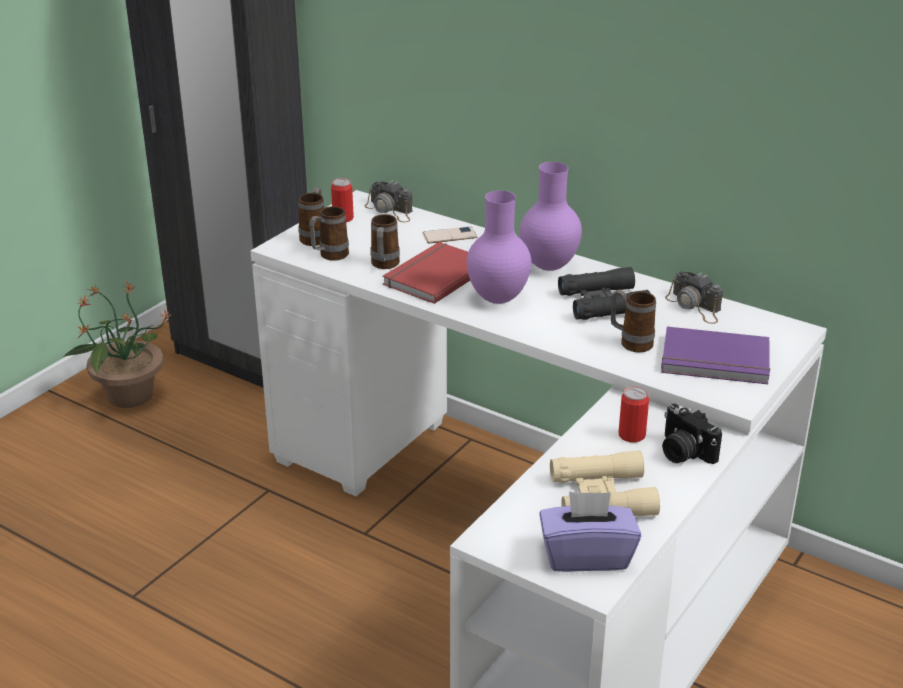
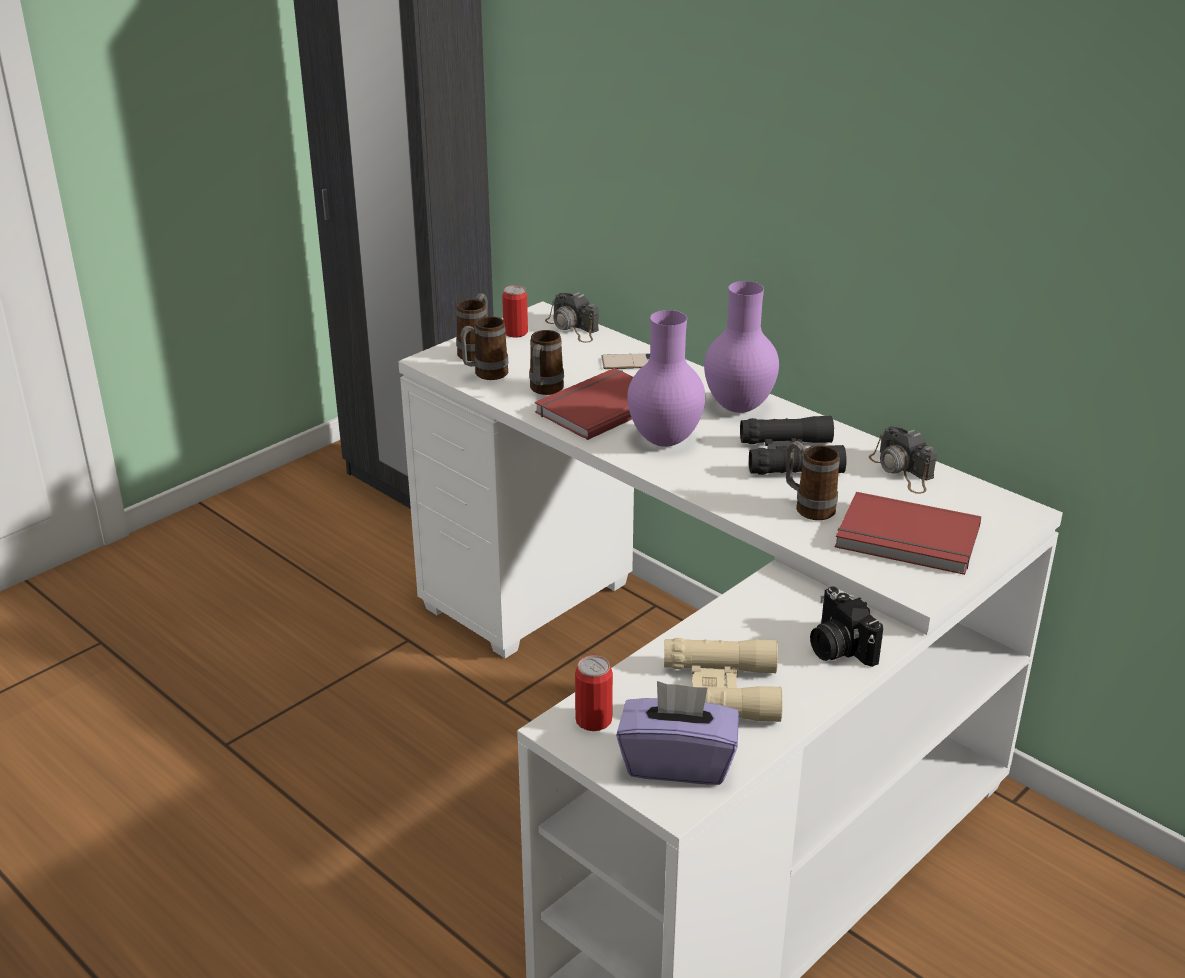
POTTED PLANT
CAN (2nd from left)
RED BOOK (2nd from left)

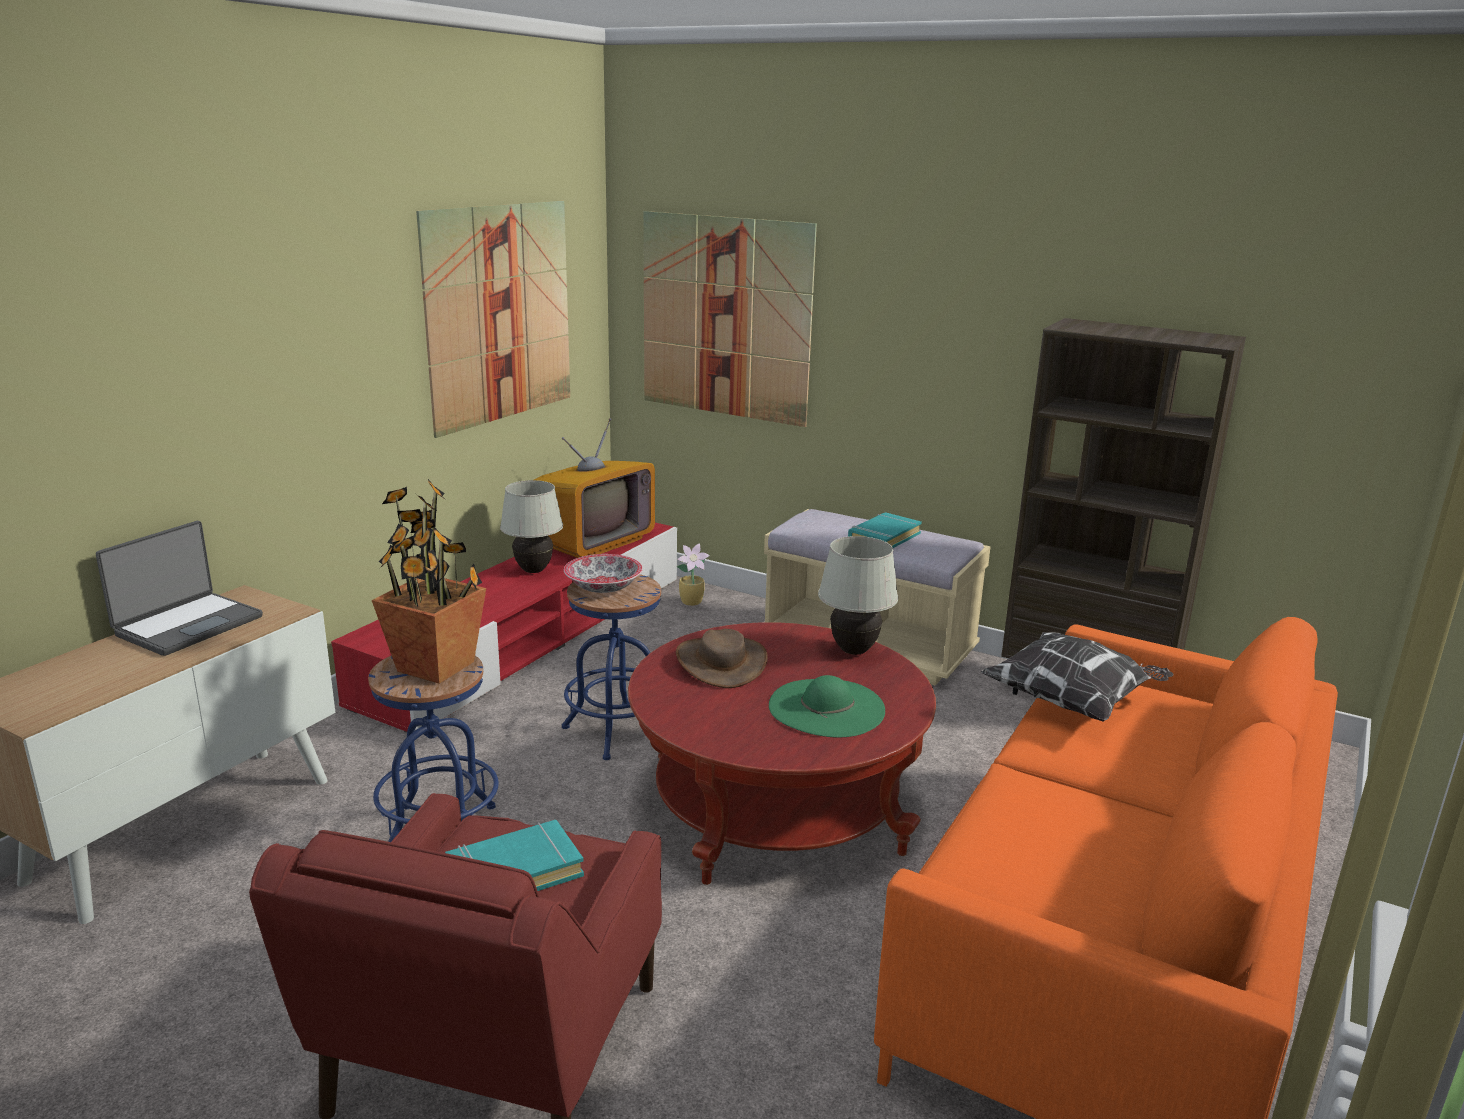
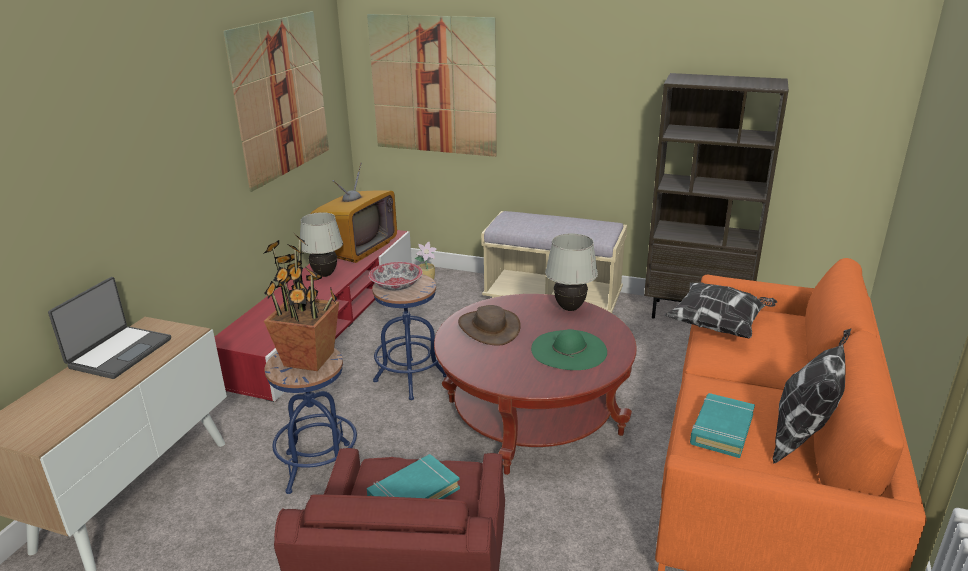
PILLOW (2nd from left)
TURQUOISE BOOK (2nd from left)

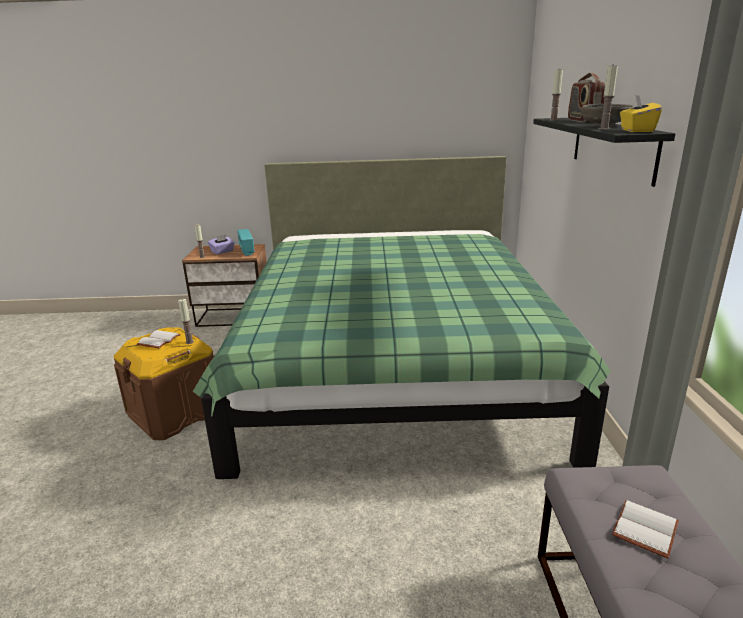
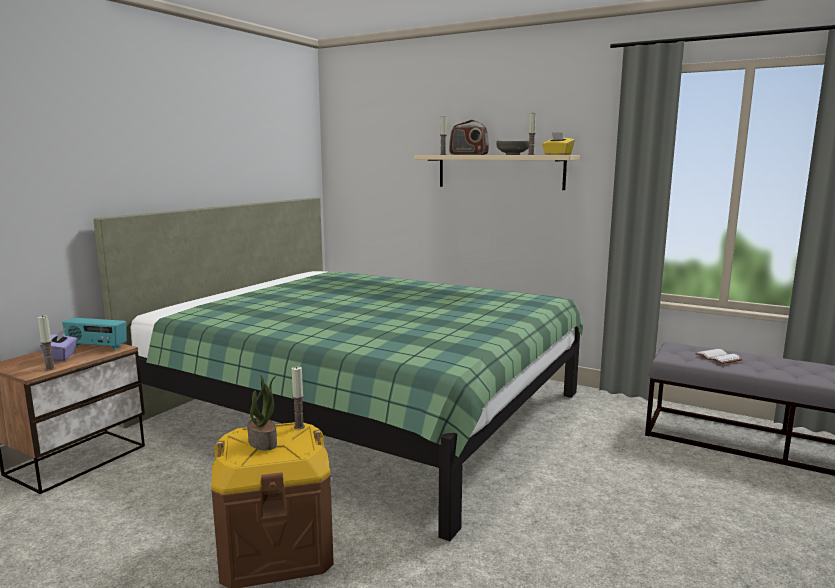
POTTED PLANT
BEIGE SHELF

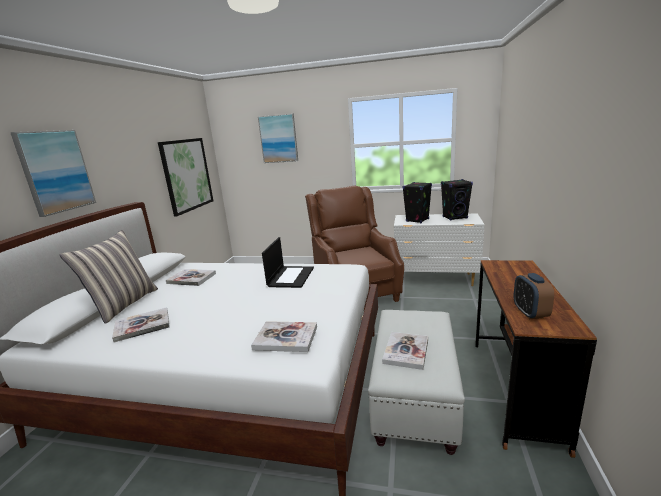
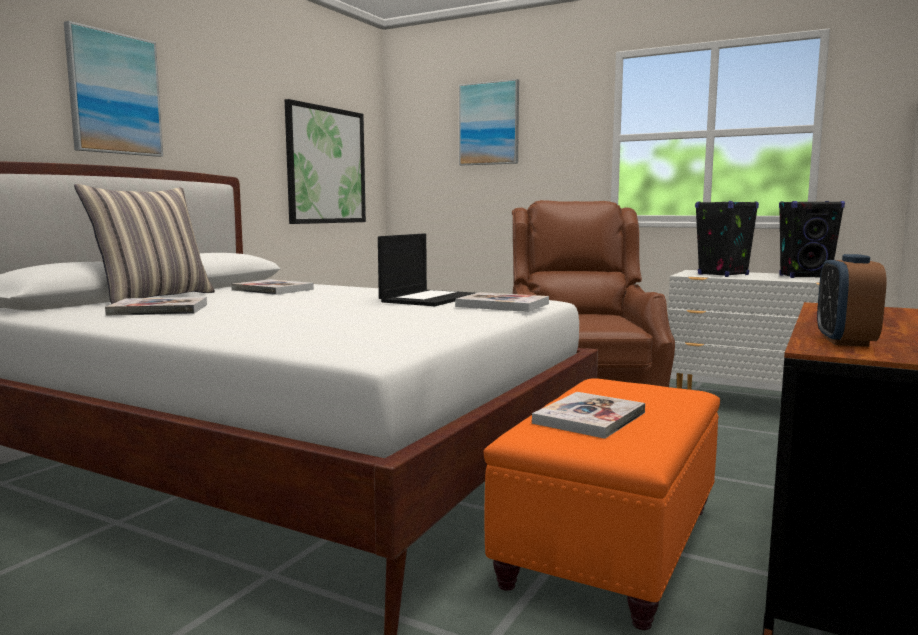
BOOK (3rd from left)
ORANGE OTTOMAN

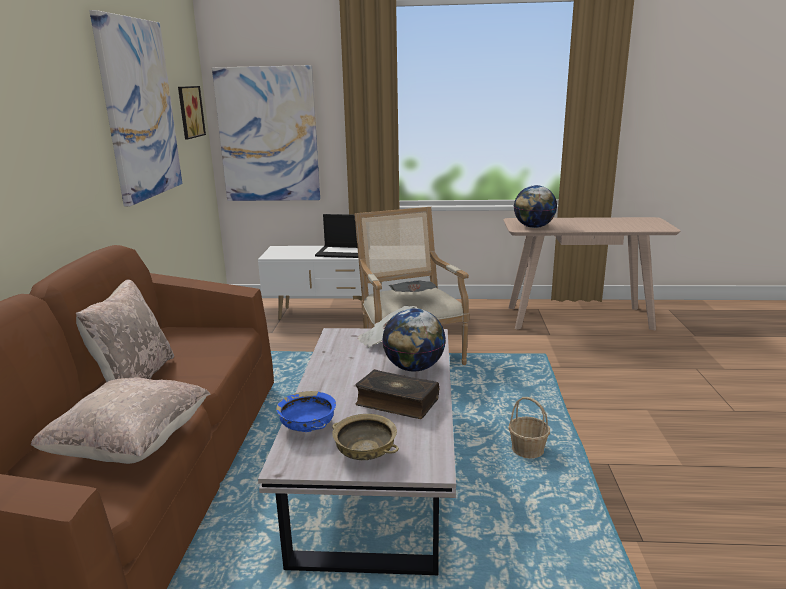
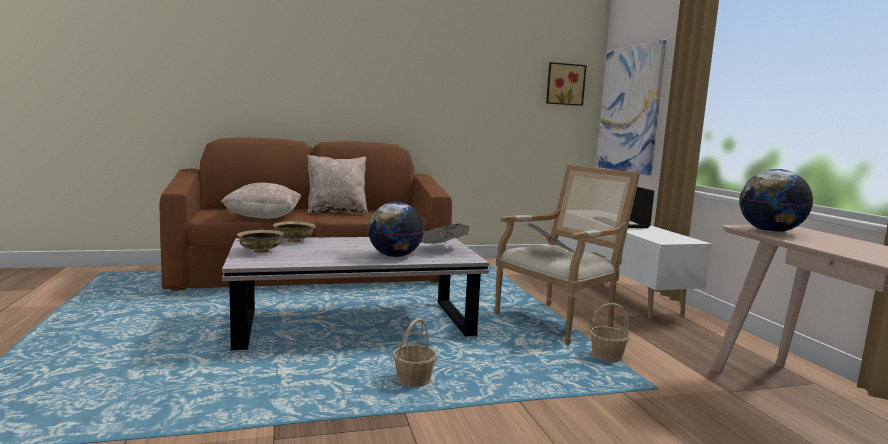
PICTURE (1st from left in the first image)
BOOK
BASKET (2nd from left)
BEIGE BOWL (2nd from left)

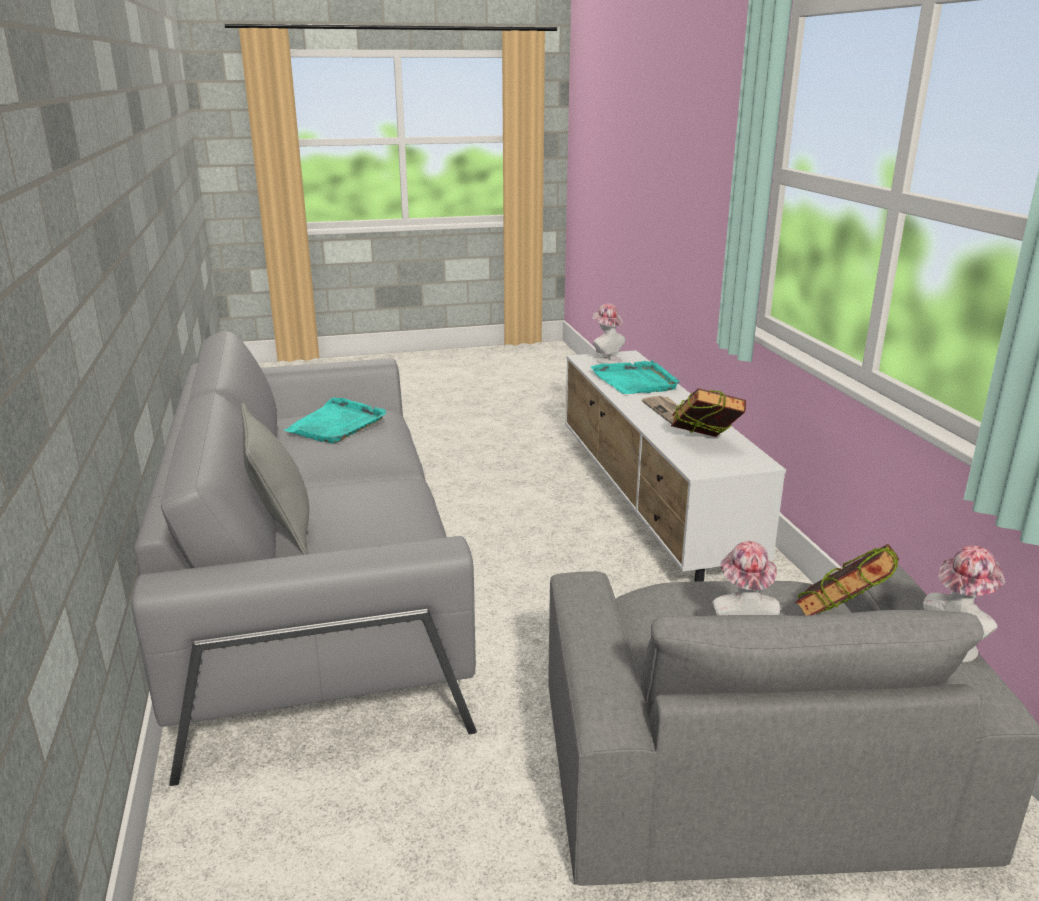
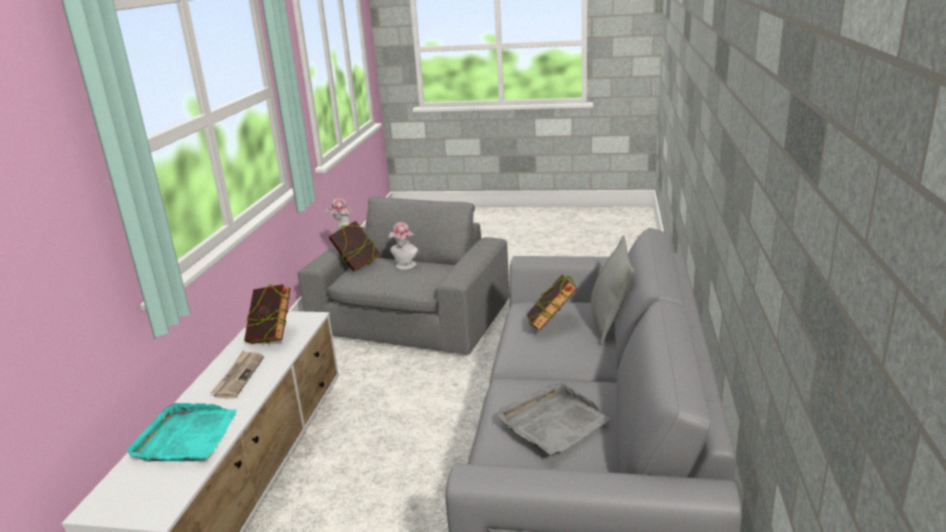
HAT (1st from left in the first image)
BOOK (3rd from left)
GREY TRAY

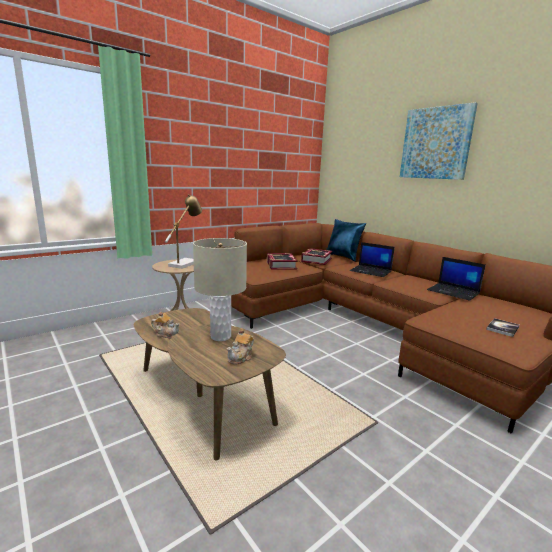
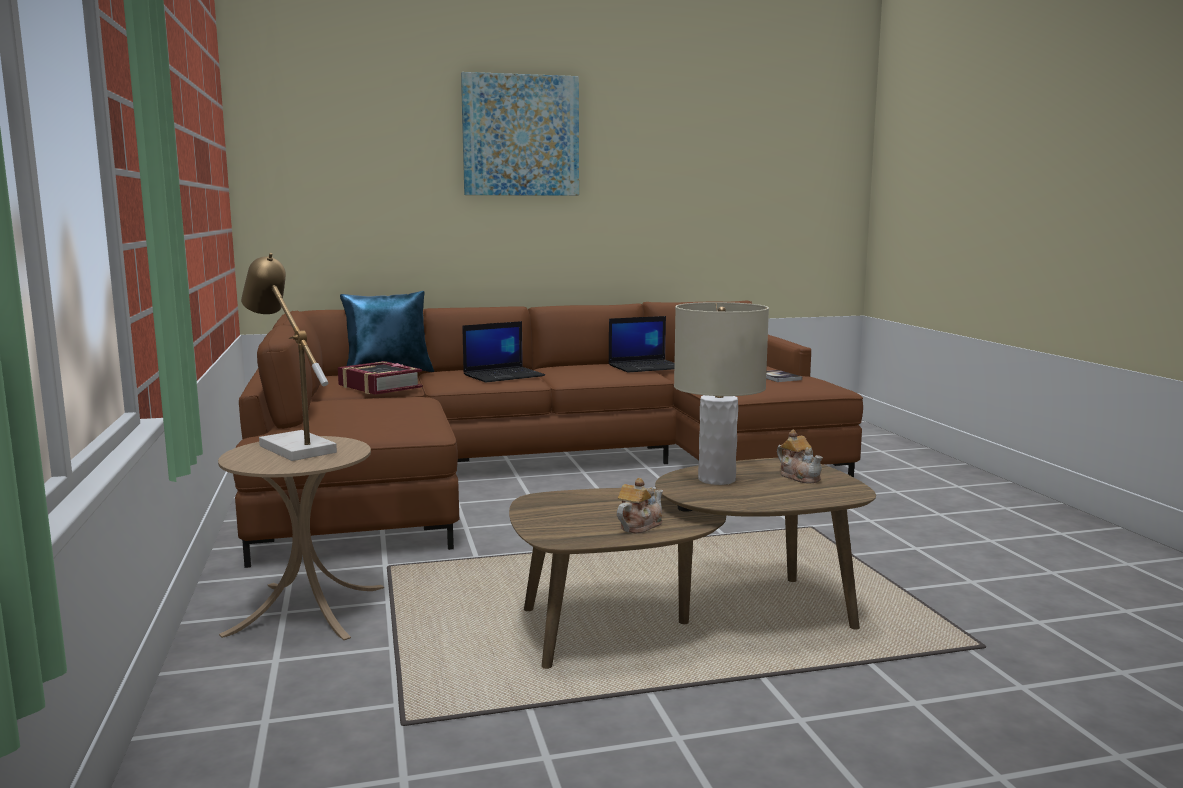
BOOK (1st from left in the first image)

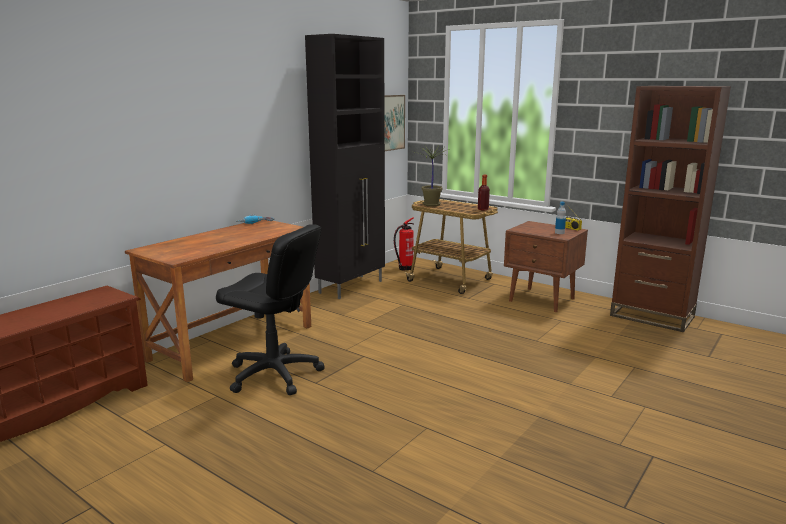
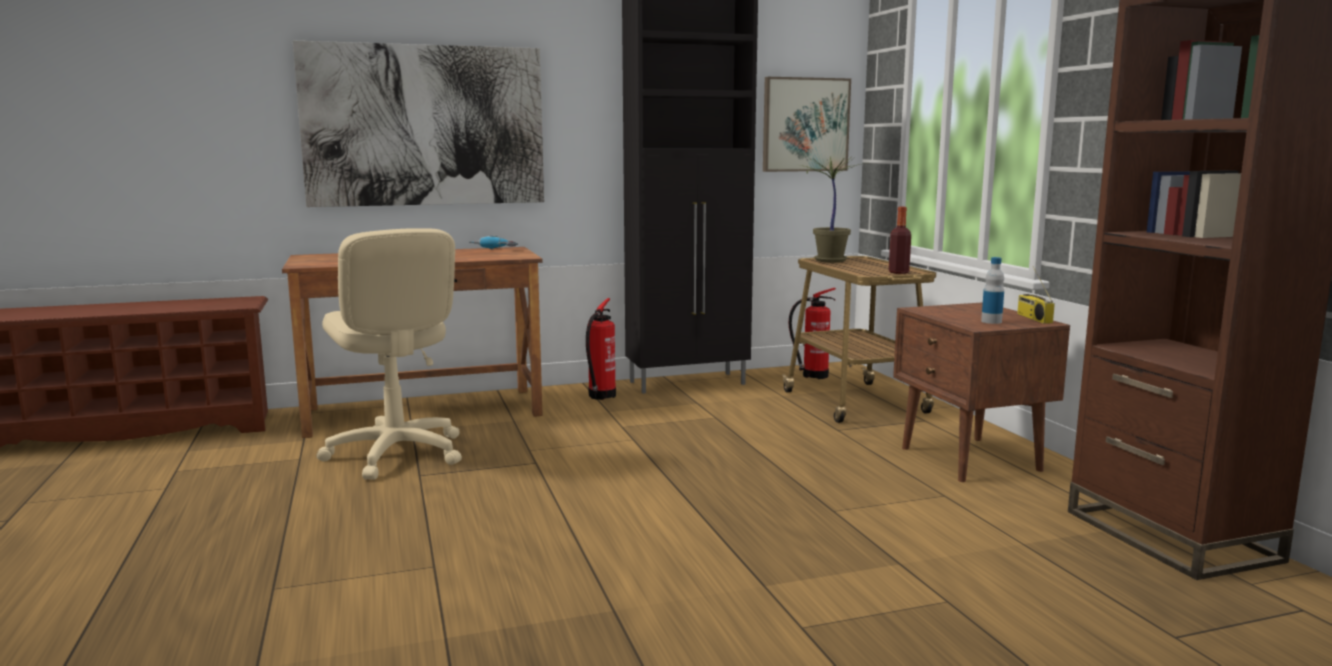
PICTURE (1st from left)
FIRE EXTINGUISHER (1st from left)
BEIGE OFFICE CHAIR

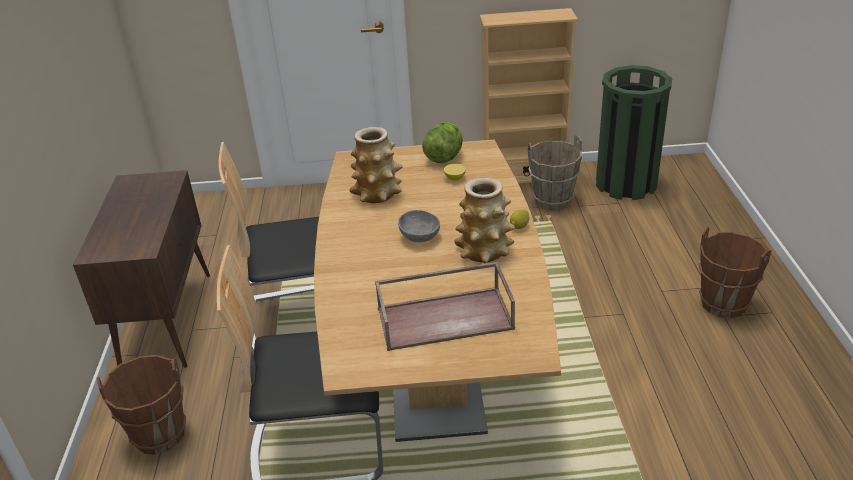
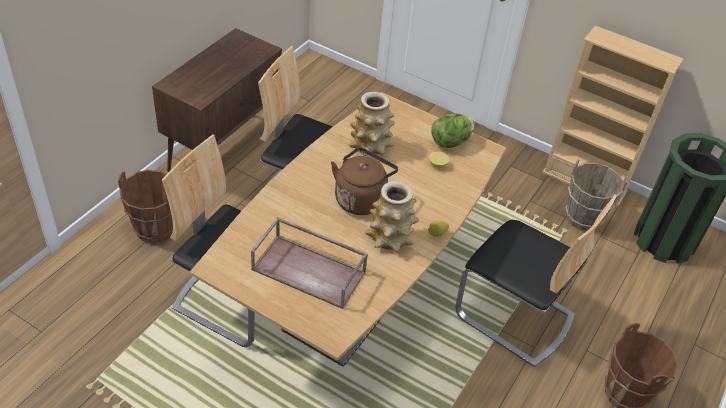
CHAIR (3rd from left)
BROWN KETTLE

